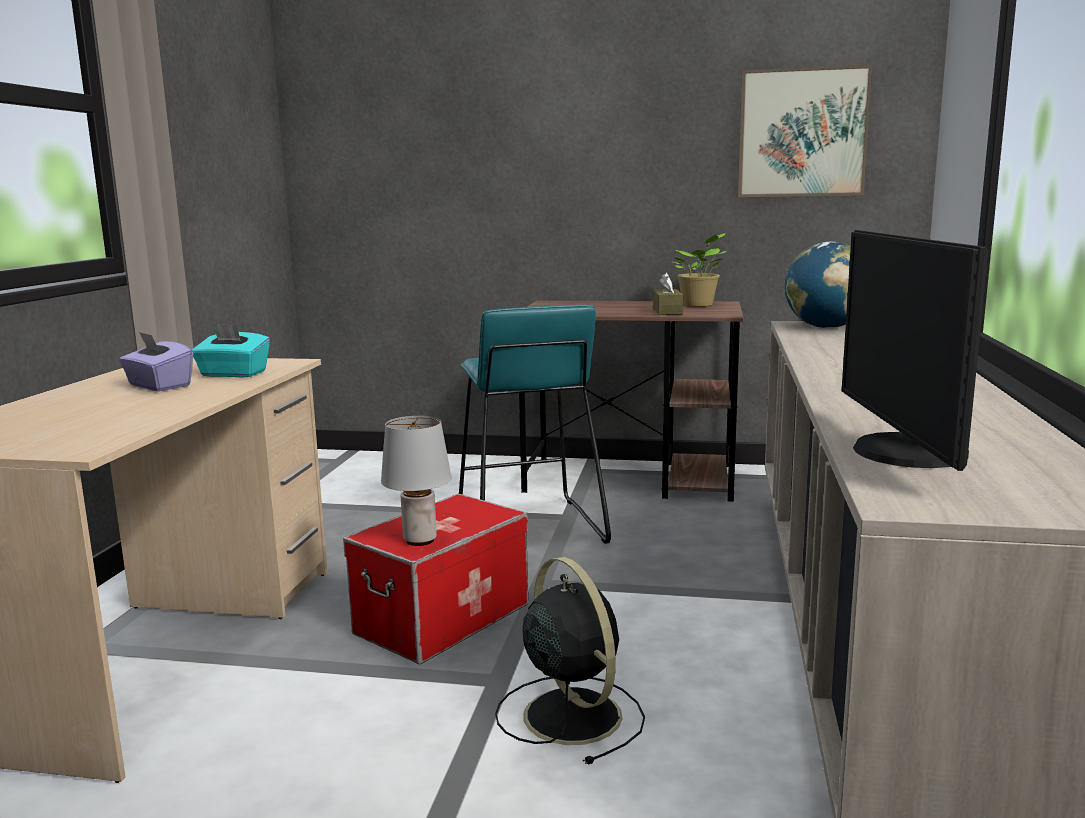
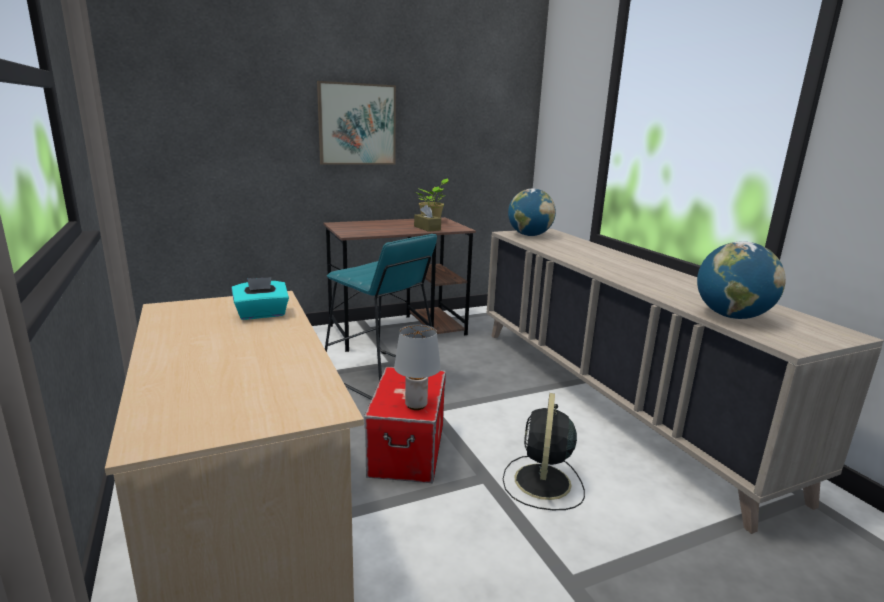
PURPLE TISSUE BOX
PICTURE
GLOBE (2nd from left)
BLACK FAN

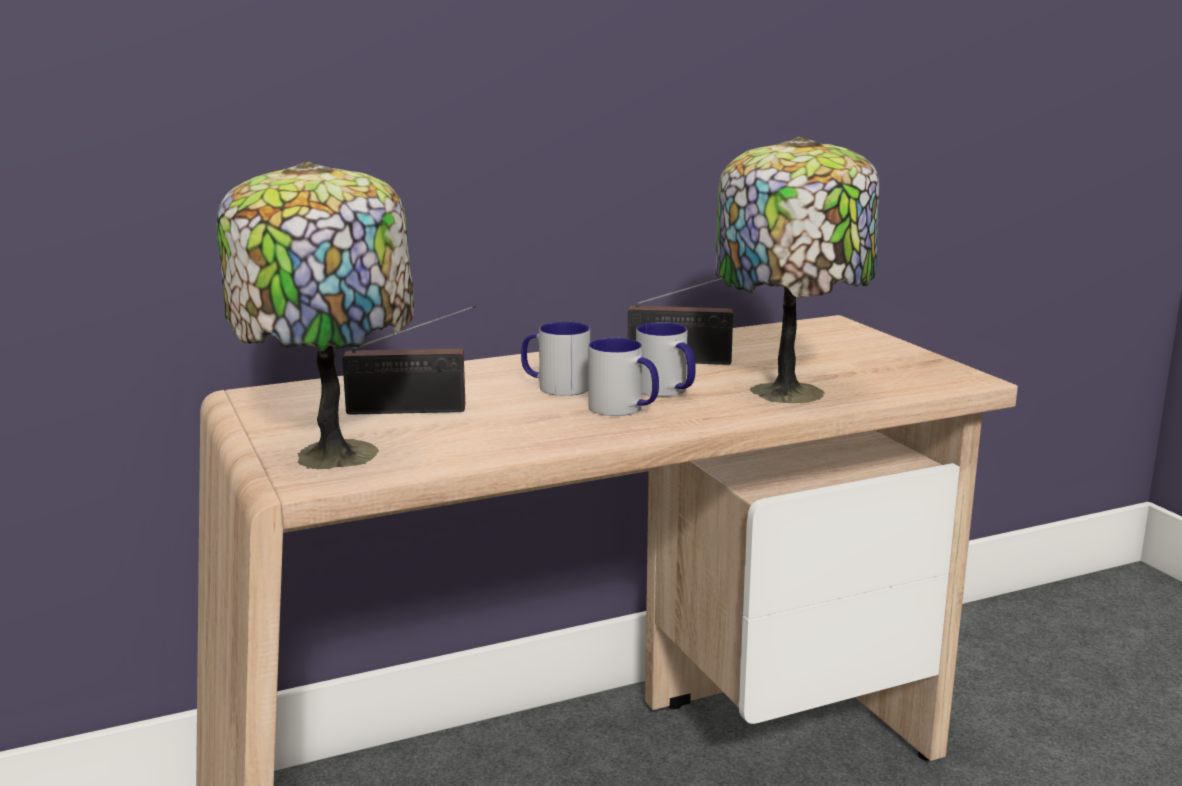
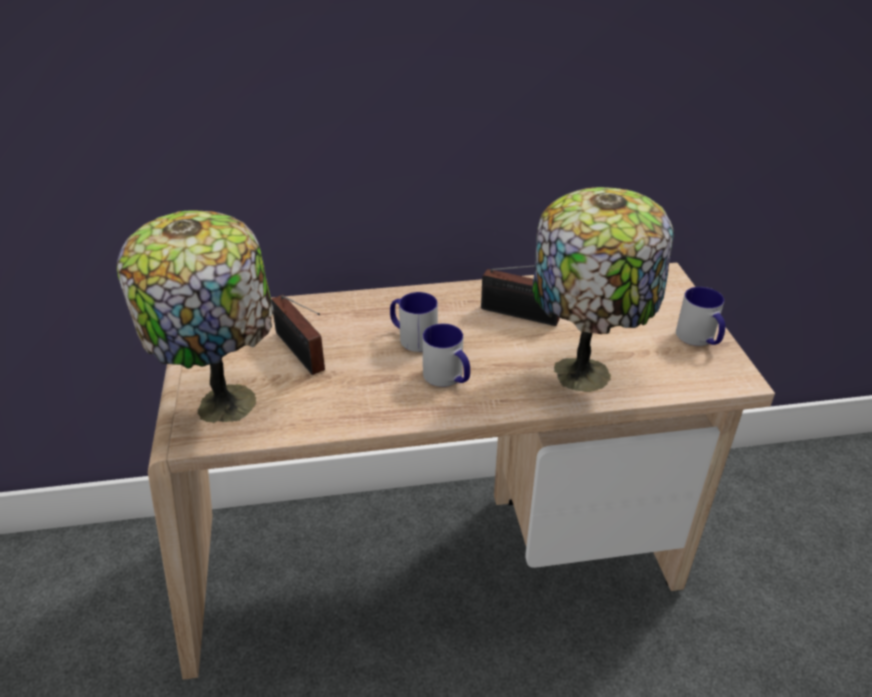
MUG (3rd from left)
RADIO (1st from left)

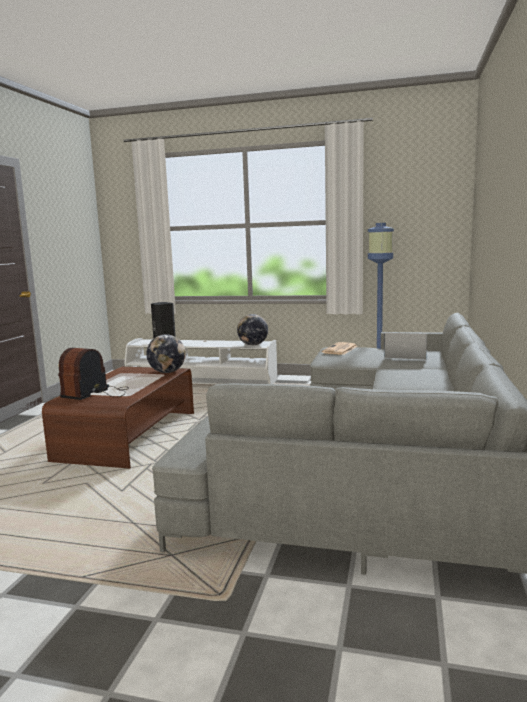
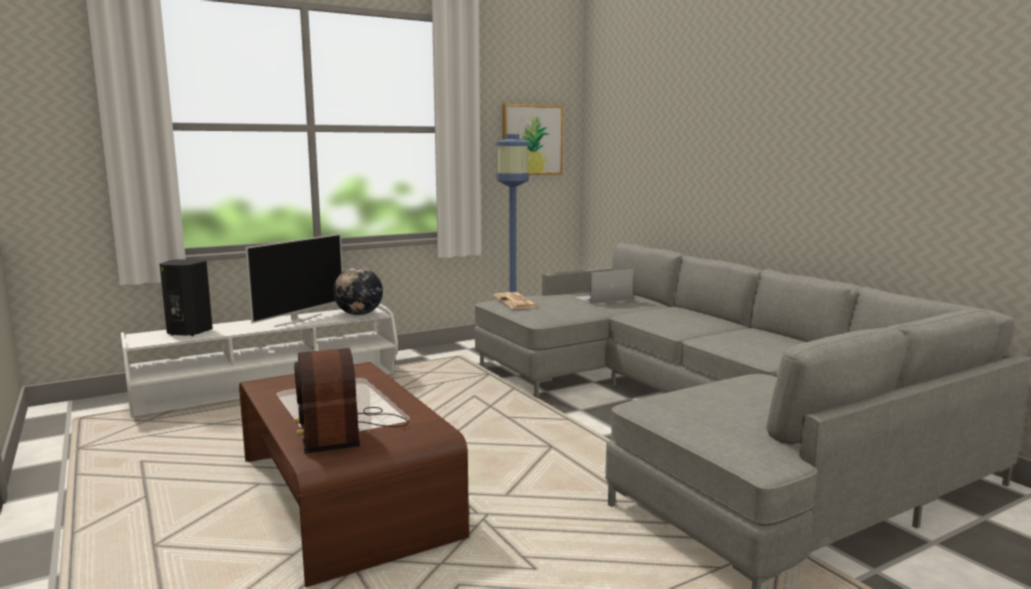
GLOBE (1st from left in the first image)
TELEVISION
PICTURE

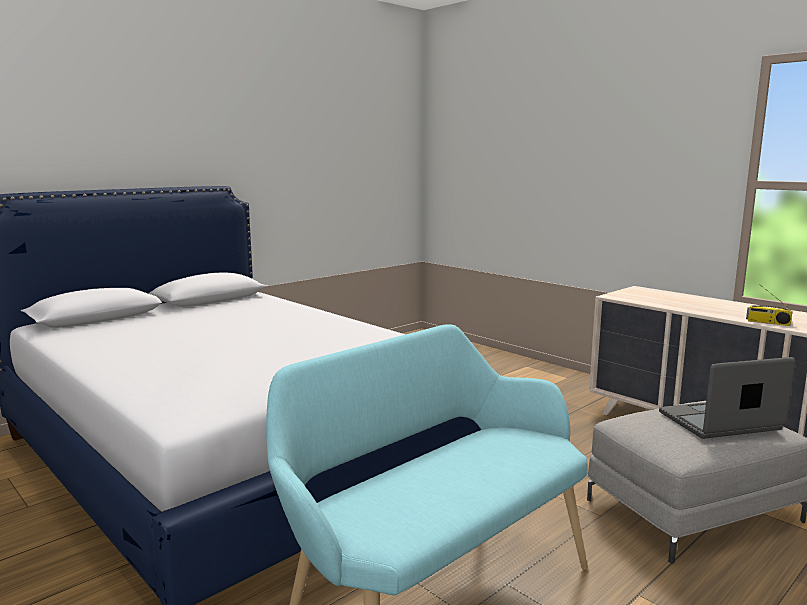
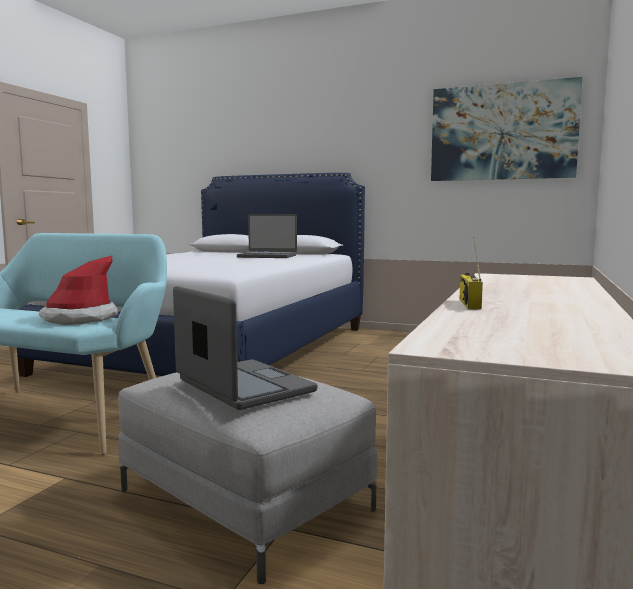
HAT
LAPTOP (2nd from left)
PICTURE

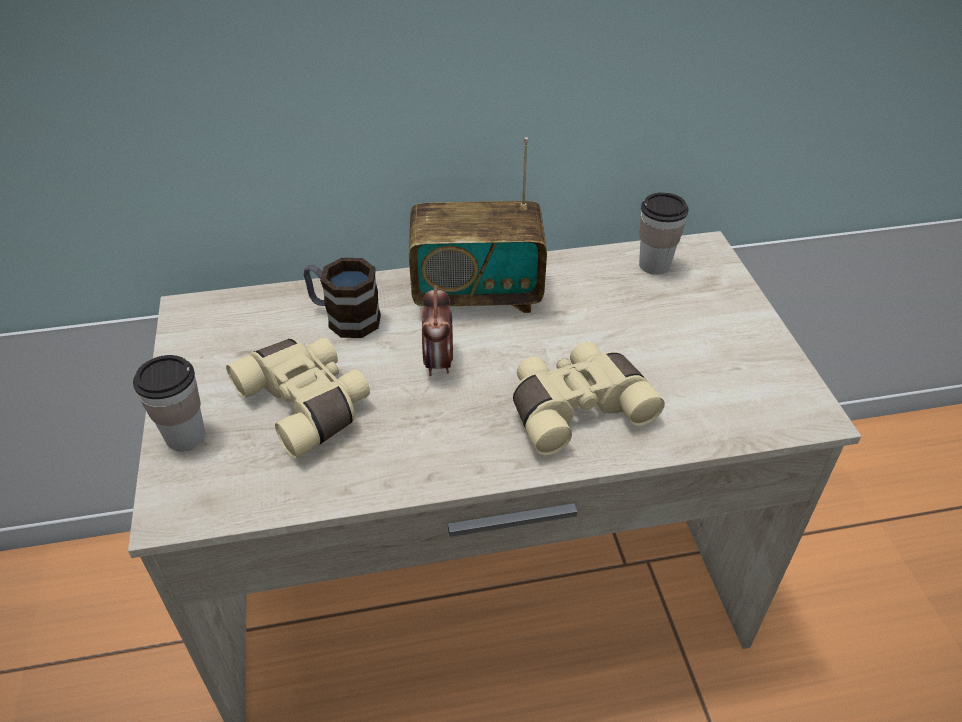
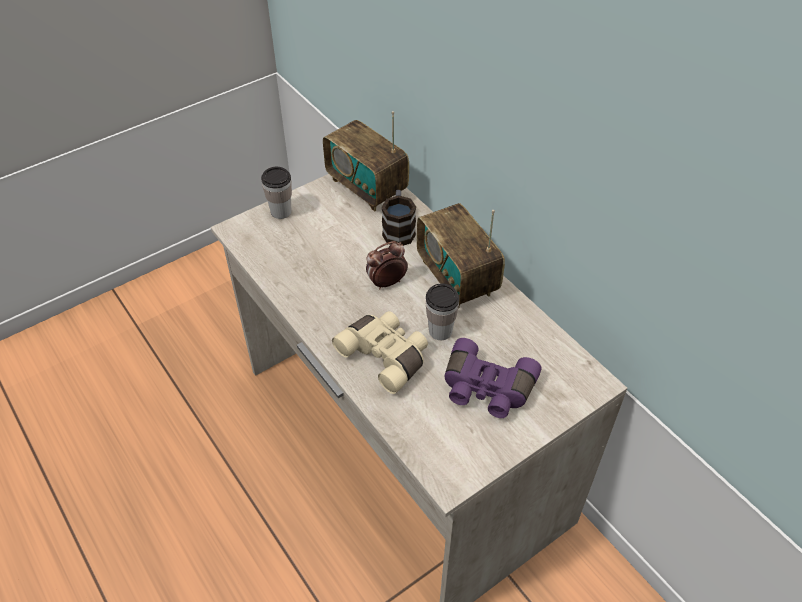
BEIGE BINOCULARS (1st from left in the first image)
RADIO (1st from left)
PURPLE BINOCULARS
CUP (2nd from left)

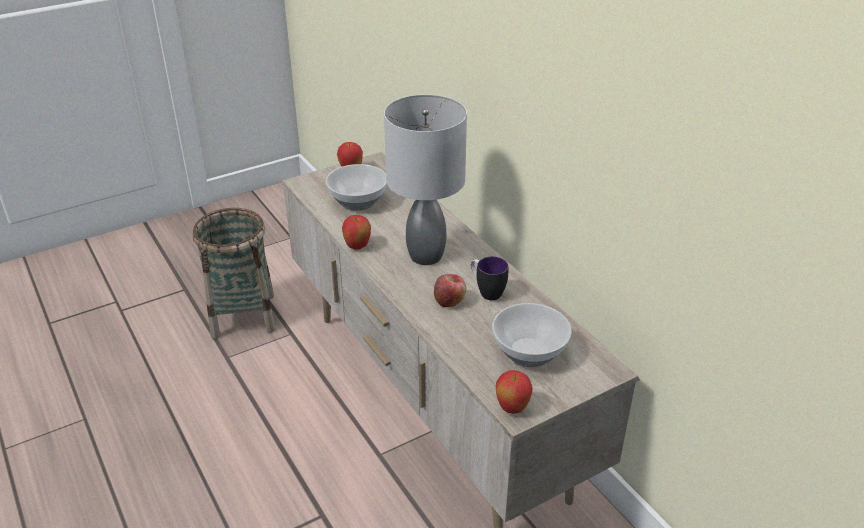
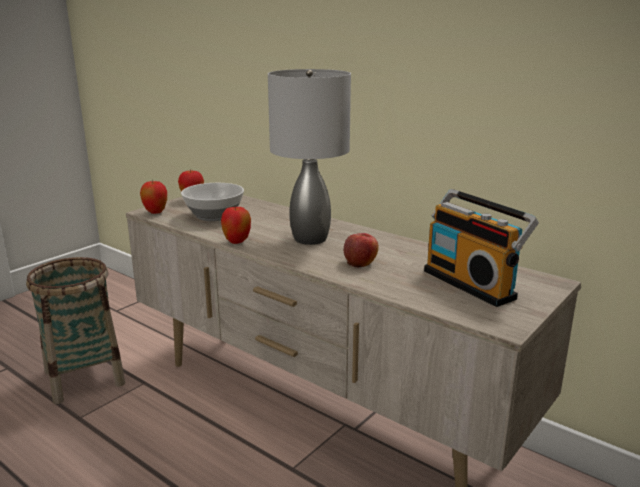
MUG
APPLE (1st from left)
RADIO

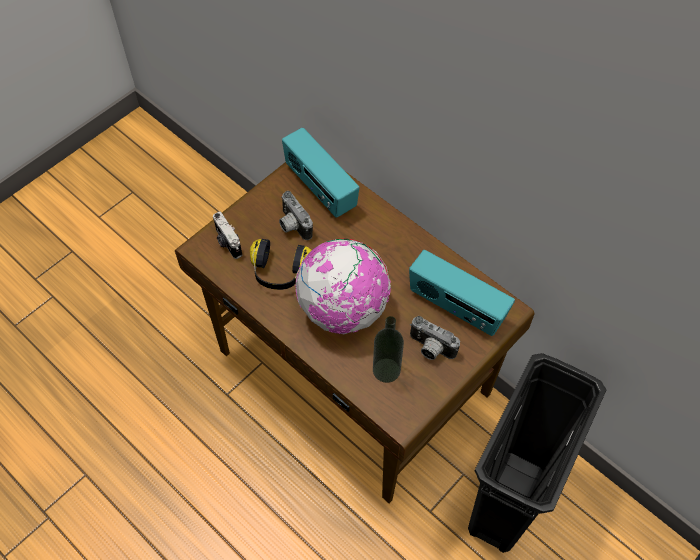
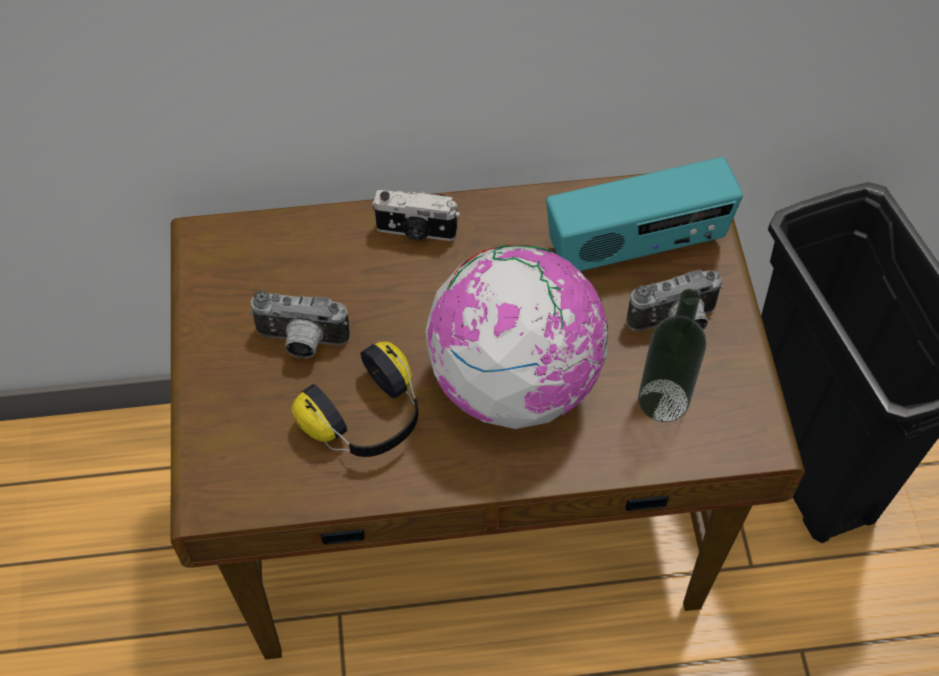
RADIO (1st from left in the first image)
PHOTO CAMERA (2nd from left)

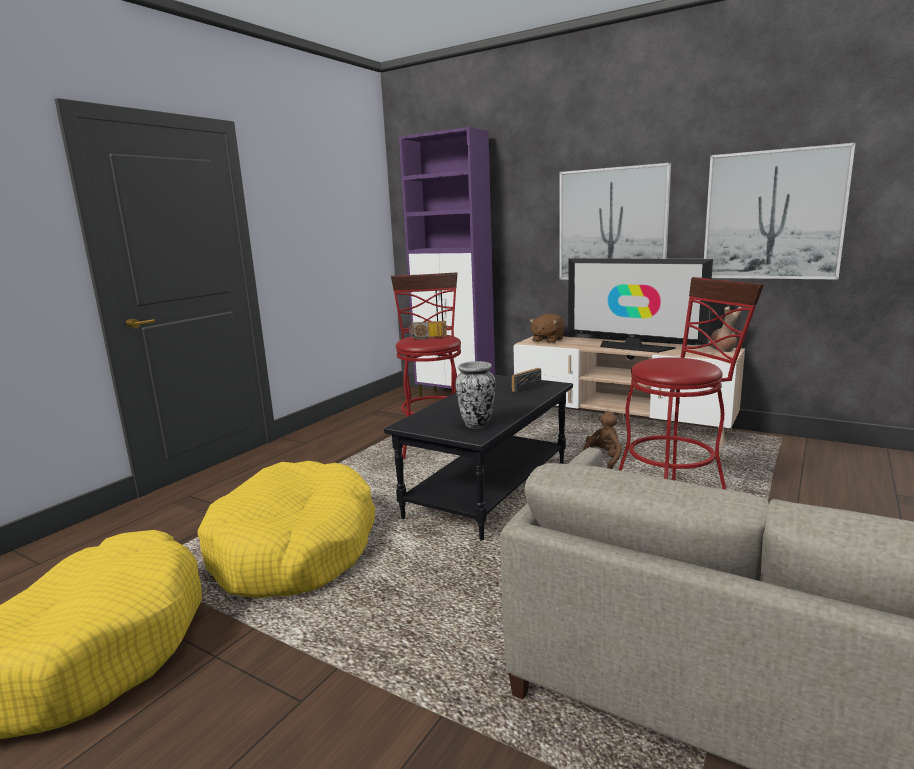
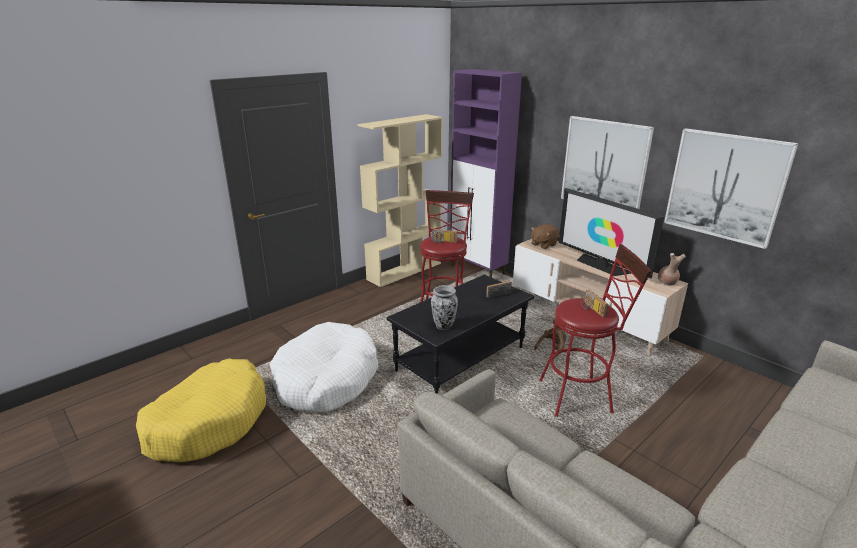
BEIGE BOOKCASE
RADIO (3rd from left)
WHITE DOG BED

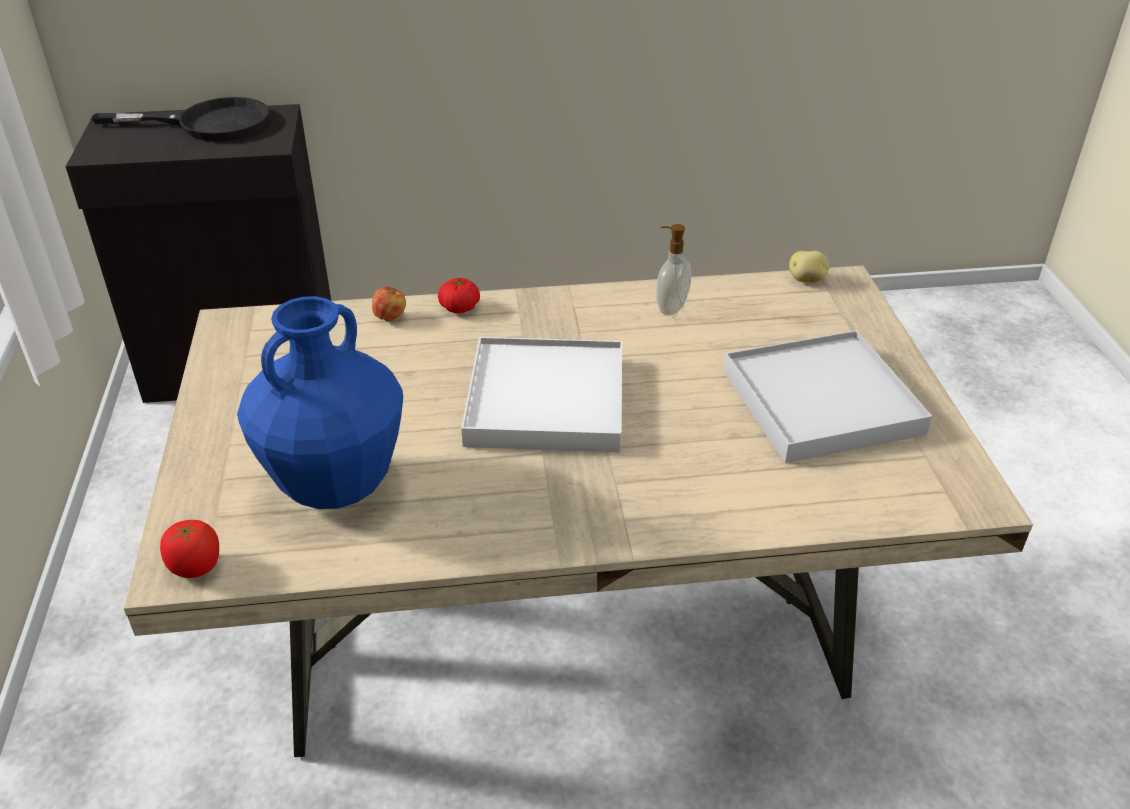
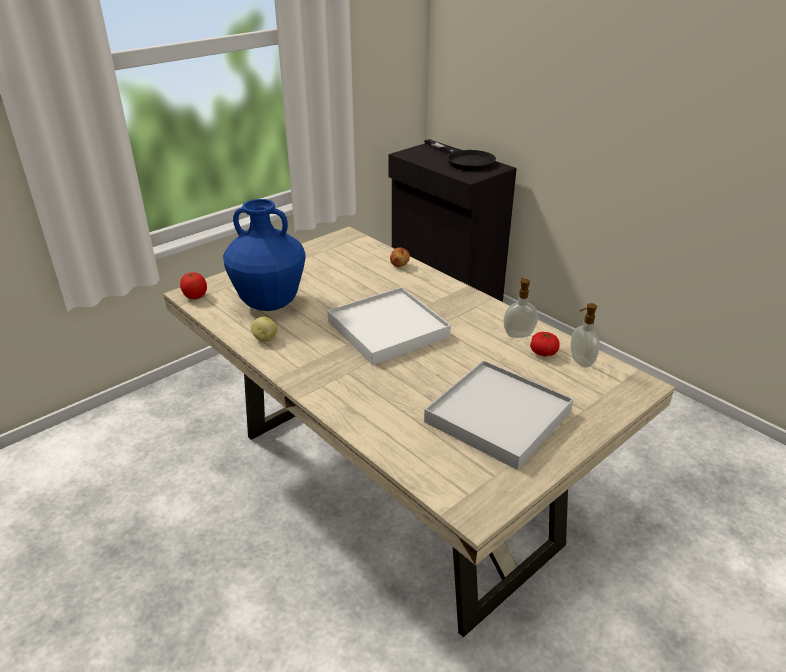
SOAP DISPENSER (2nd from left)
TOMATO (2nd from left)
POTATO

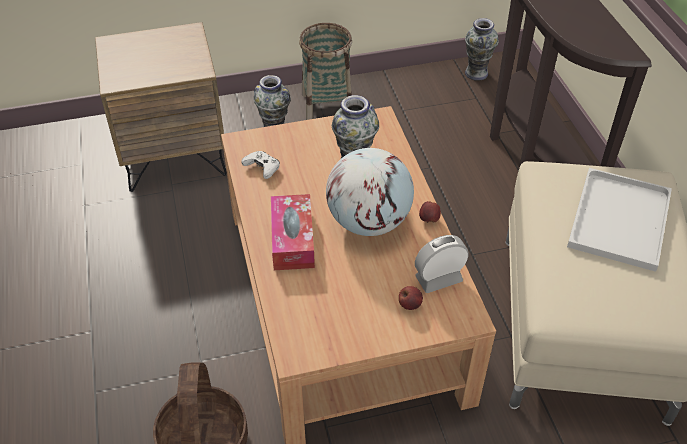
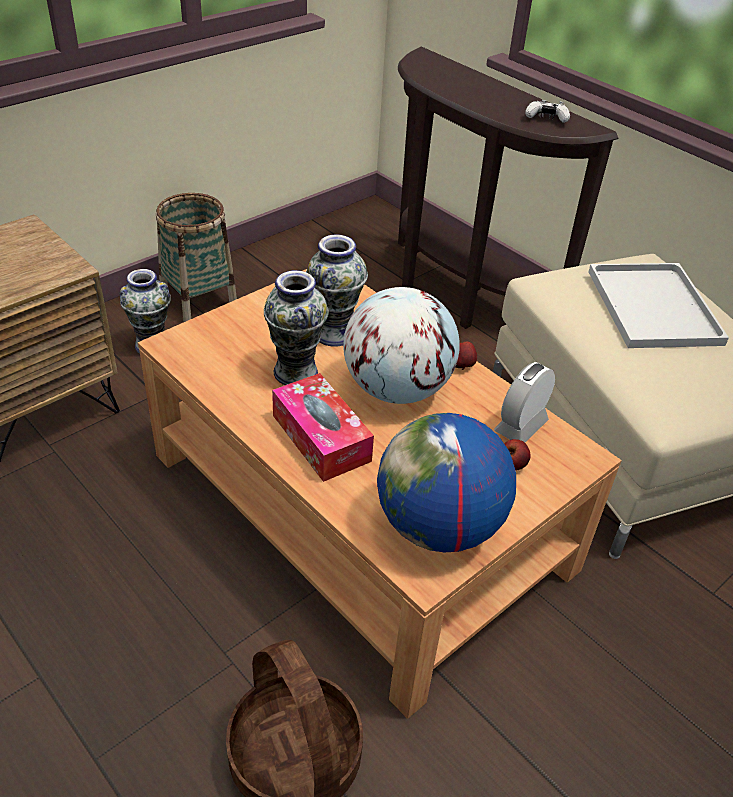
GLOBE (2nd from left)
WHITE GAME CONTROLLER
VASE (2nd from left)

